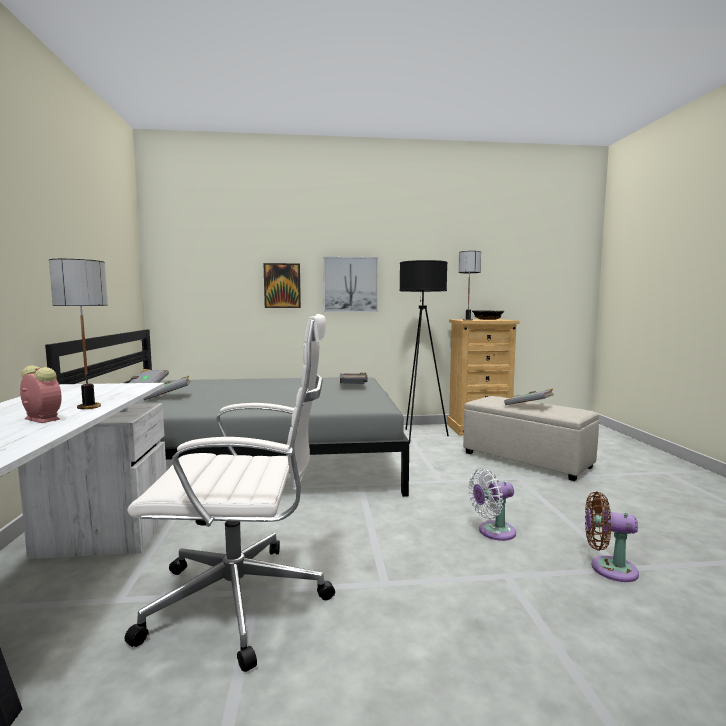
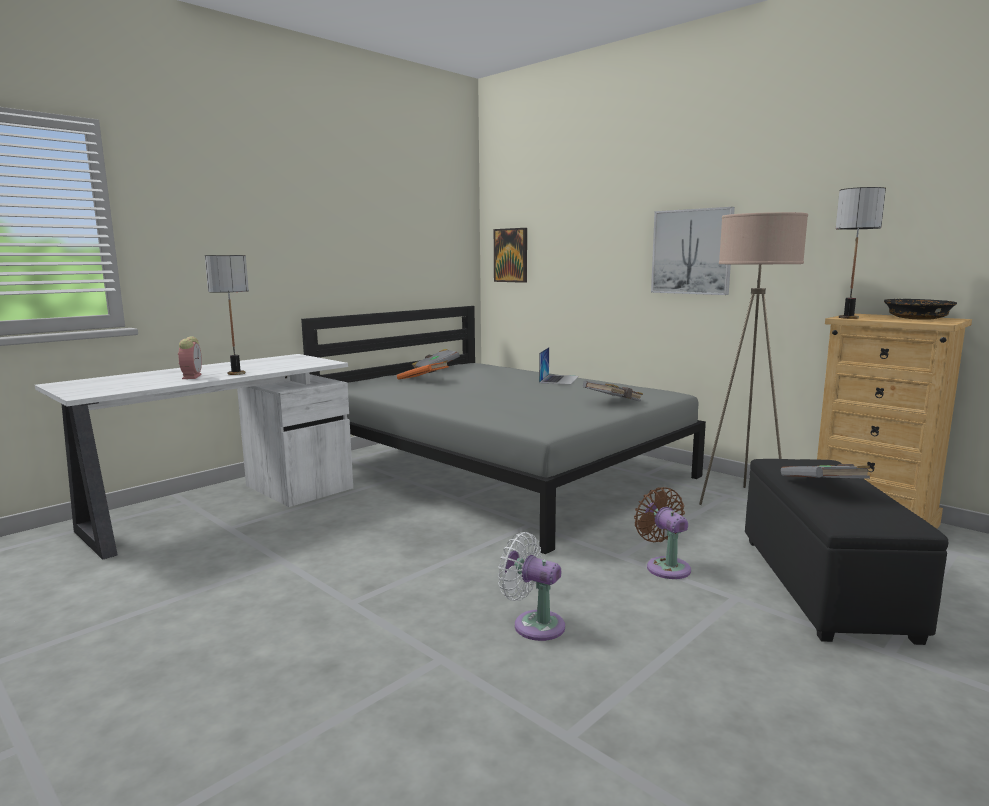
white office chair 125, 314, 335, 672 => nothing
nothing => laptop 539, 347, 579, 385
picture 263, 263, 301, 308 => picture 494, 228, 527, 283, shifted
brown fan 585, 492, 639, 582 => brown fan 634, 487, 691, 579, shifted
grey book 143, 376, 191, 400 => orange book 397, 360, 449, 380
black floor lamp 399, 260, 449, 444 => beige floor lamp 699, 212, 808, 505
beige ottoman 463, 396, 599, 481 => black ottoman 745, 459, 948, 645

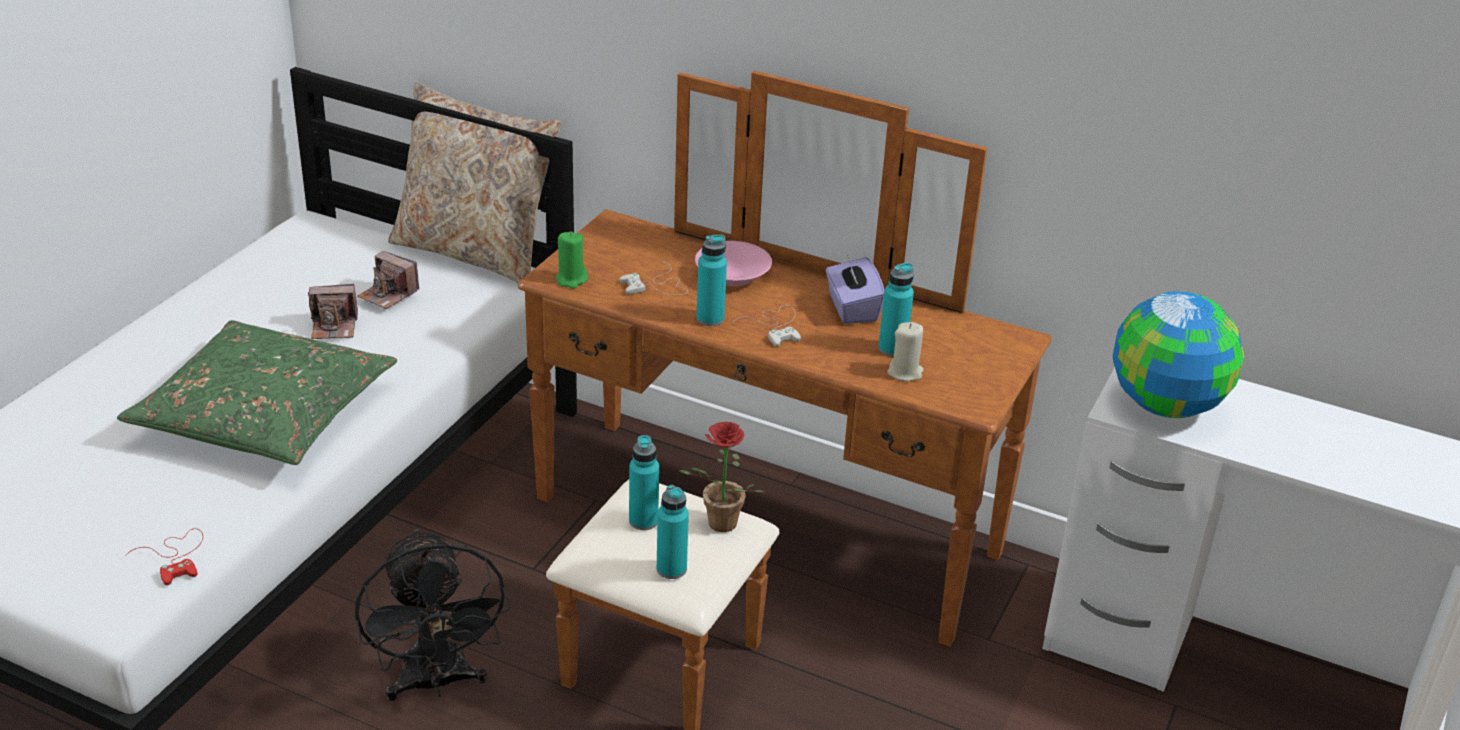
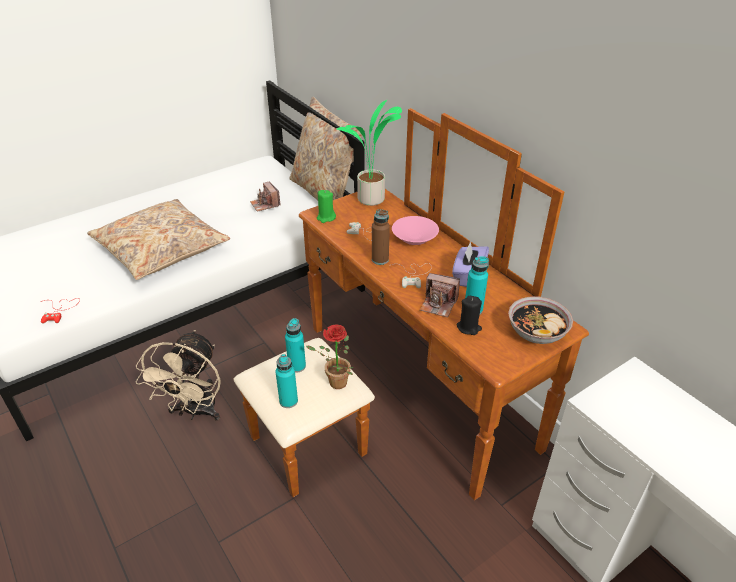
globe 1113, 291, 1244, 418 => nothing
nothing => potted plant 336, 100, 402, 206
nothing => bowl 508, 296, 573, 344
photo camera 308, 284, 358, 339 => photo camera 420, 273, 460, 317, shifted
green pillow 117, 320, 397, 465 => beige pillow 87, 199, 230, 280
black fan 355, 528, 510, 701 => beige fan 136, 330, 221, 421
turquoise bottle 696, 235, 727, 326 => brown bottle 372, 209, 390, 265
beige candle 887, 322, 924, 381 => black candle 457, 296, 482, 335

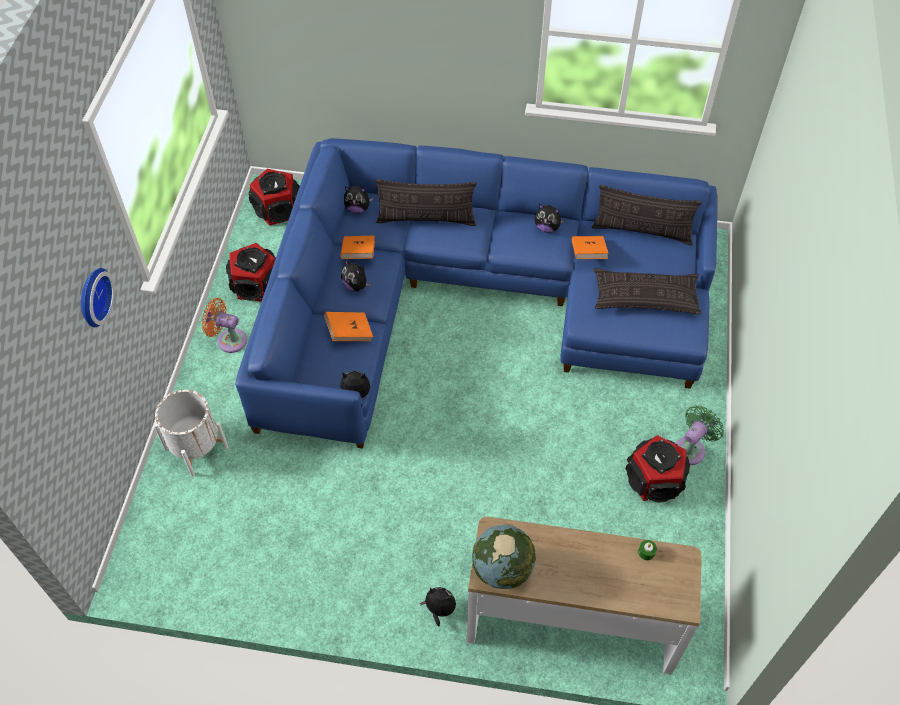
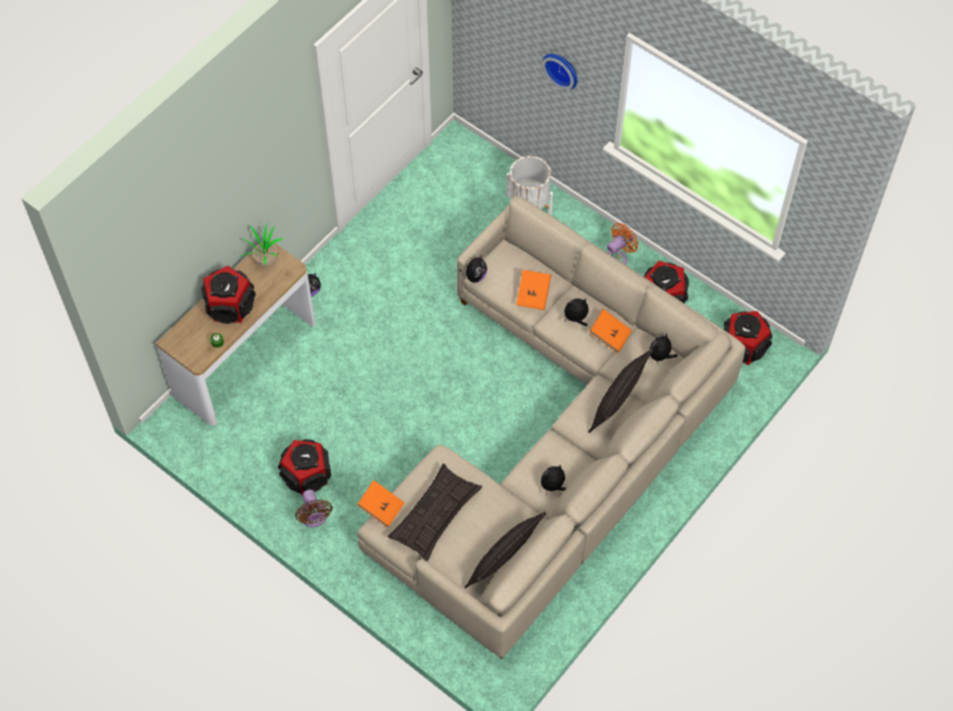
nothing => speaker 201, 266, 256, 324
orange book 571, 236, 608, 259 => orange book 357, 480, 404, 527, shifted
globe 472, 525, 536, 589 => potted plant 239, 224, 284, 267
blue sofa 235, 138, 717, 449 => beige sofa 358, 196, 746, 659
green fan 676, 406, 724, 465 => brown fan 295, 490, 333, 527

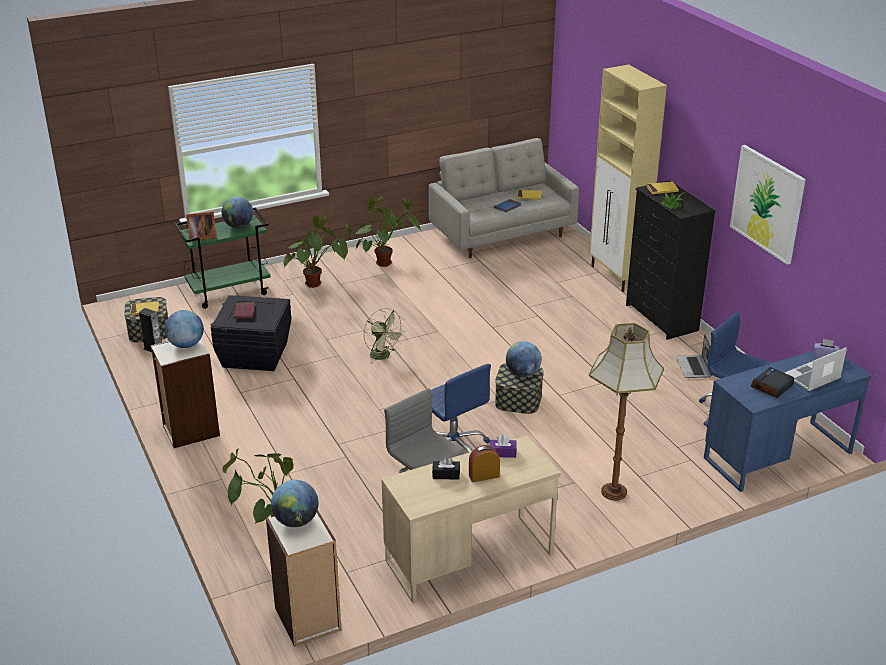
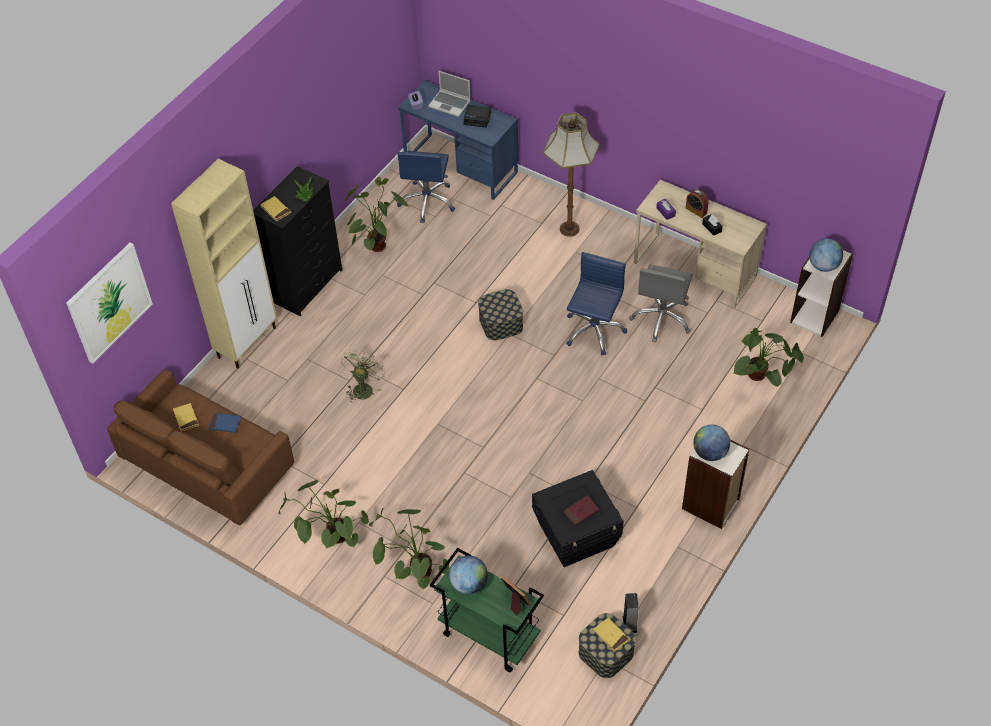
globe 506, 341, 541, 377 => nothing
green fan 364, 308, 405, 364 => green fan 341, 350, 386, 403, shifted
picture 730, 145, 806, 265 => picture 66, 243, 153, 364, shifted
laptop 676, 334, 712, 378 => potted plant 344, 177, 409, 252
grey sofa 429, 138, 579, 258 => brown sofa 107, 369, 294, 526

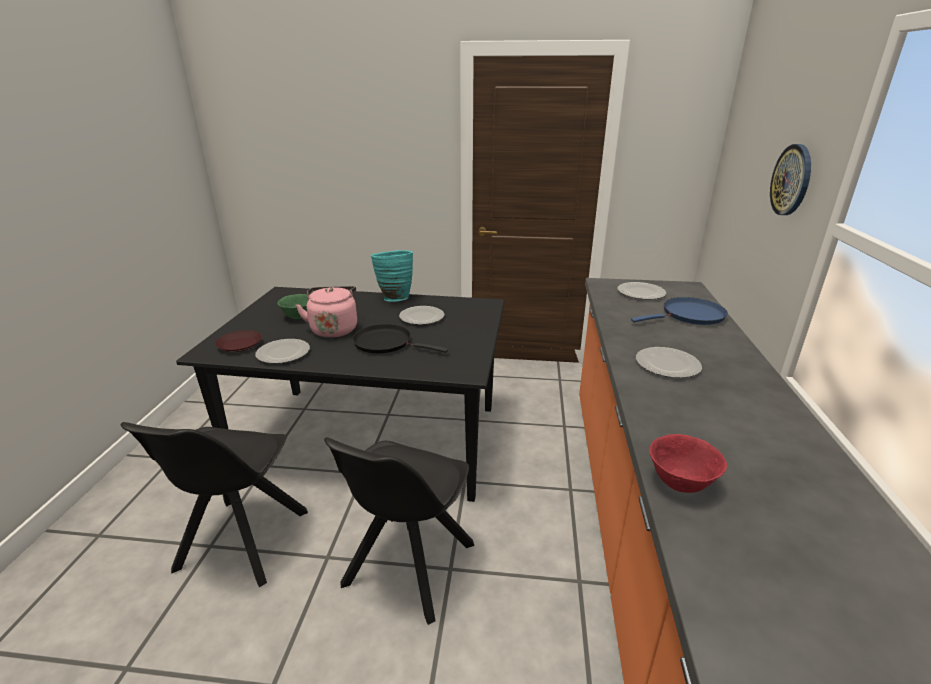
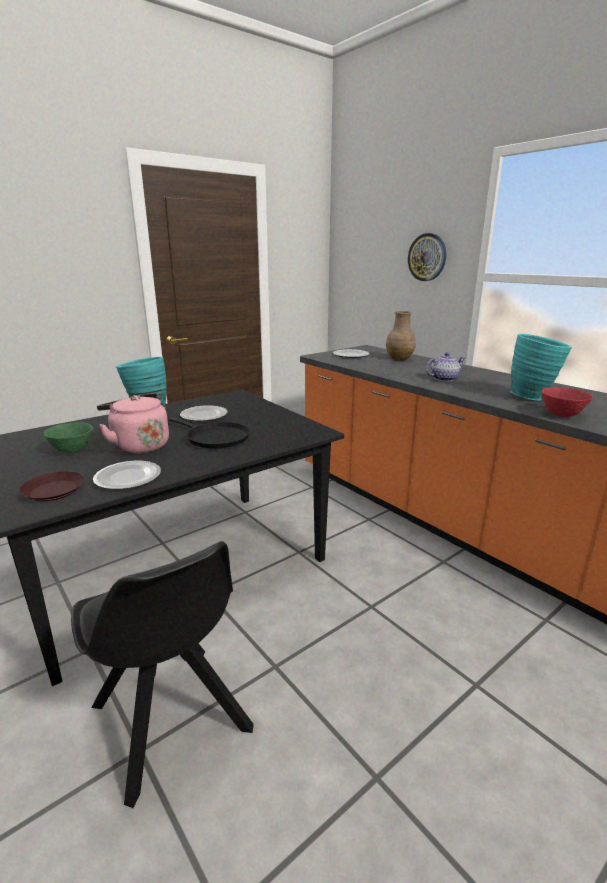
black chair 324, 437, 474, 625 => nothing
nothing => turquoise vase 510, 334, 572, 401
blue frying pan 631, 297, 728, 325 => brown vase 386, 311, 416, 360
plate 636, 347, 702, 378 => teapot 426, 352, 465, 382
black frying pan 353, 324, 448, 353 => black frying pan 168, 417, 250, 449, 120 degrees counterclockwise

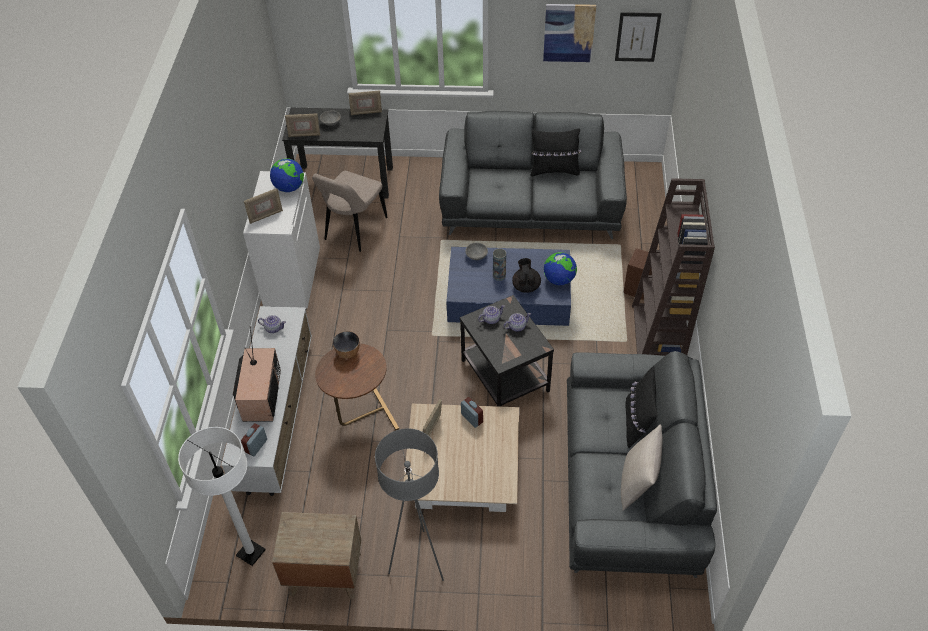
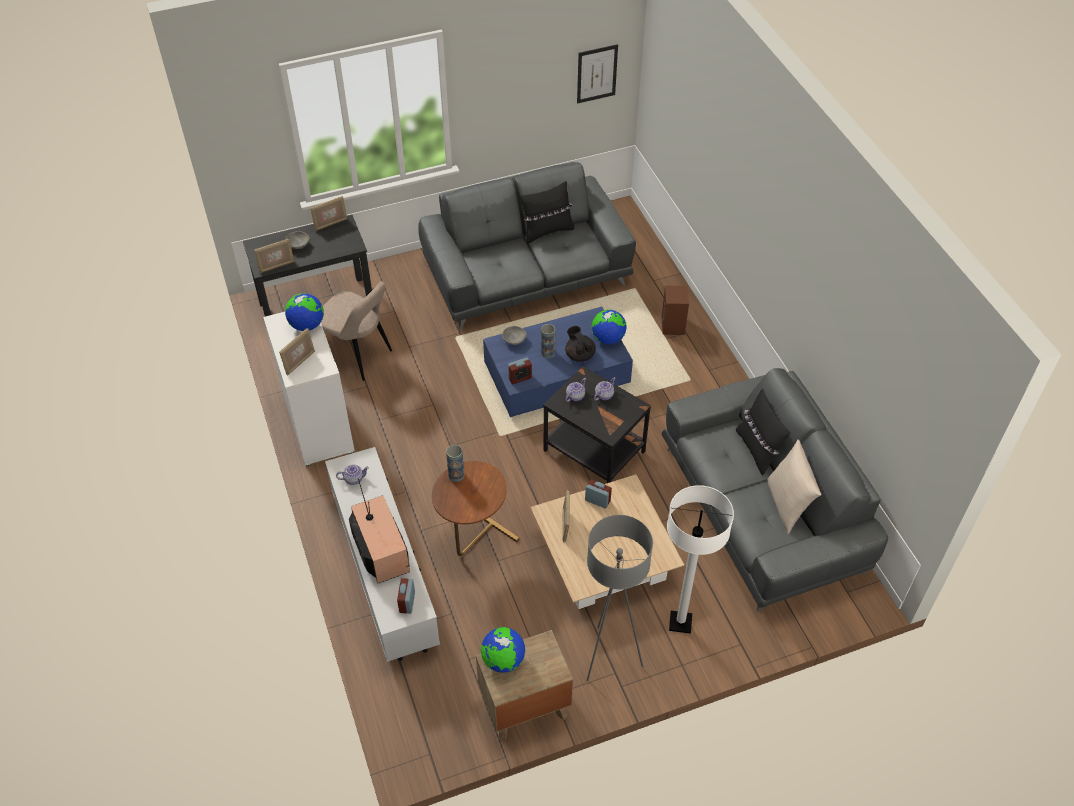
picture 543, 4, 596, 62 => nothing
brown bookcase 632, 178, 715, 356 => nothing
nothing => globe 481, 627, 525, 673
nothing => alarm clock 508, 357, 532, 384
white floor lamp 178, 427, 266, 566 => white floor lamp 667, 485, 734, 634, shifted
bowl 333, 331, 360, 359 => vase 446, 445, 464, 482
beige chair 312, 171, 388, 252 => beige chair 321, 281, 392, 381, 60 degrees counterclockwise

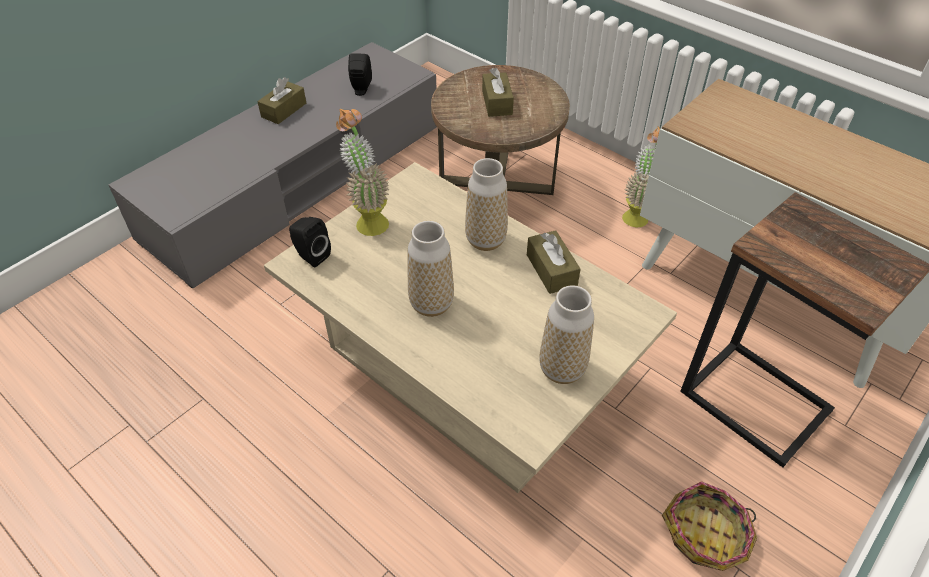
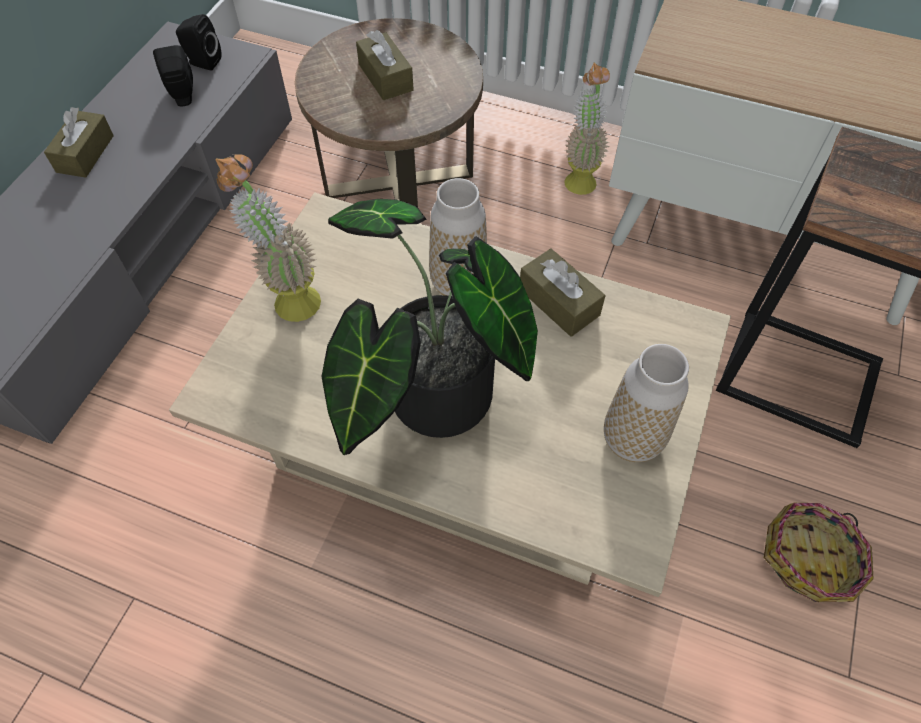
black speaker 289, 217, 331, 268 => black speaker 176, 14, 221, 71, shifted
vase 407, 221, 454, 317 => potted plant 322, 199, 538, 455

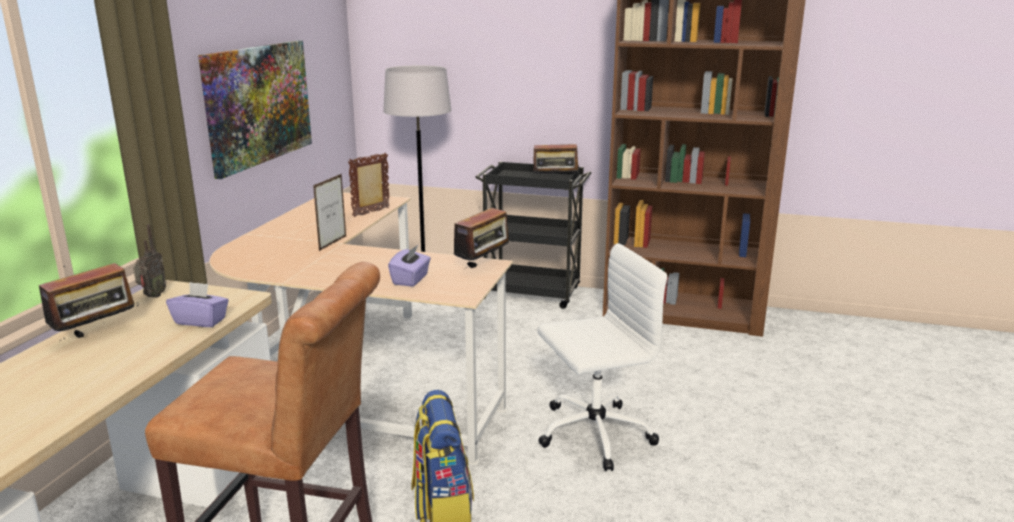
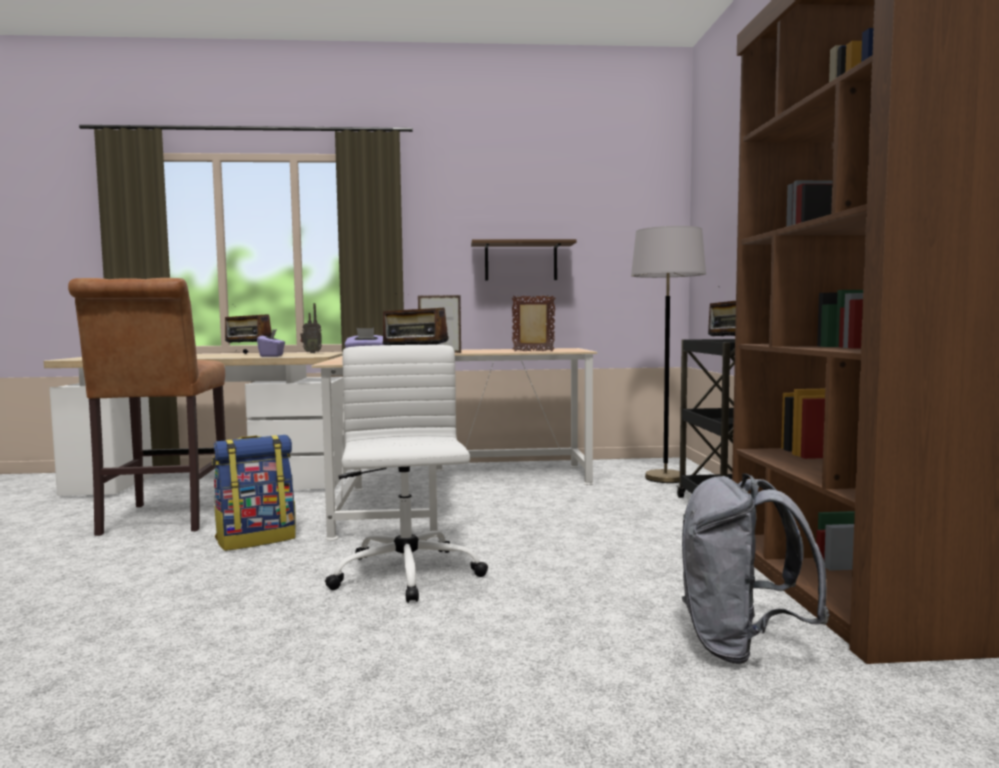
nothing => grey backpack 682, 473, 829, 664
picture 198, 41, 312, 179 => brown shelf 471, 239, 576, 281
white office chair 538, 243, 667, 471 => white office chair 325, 345, 488, 603, 150 degrees counterclockwise

